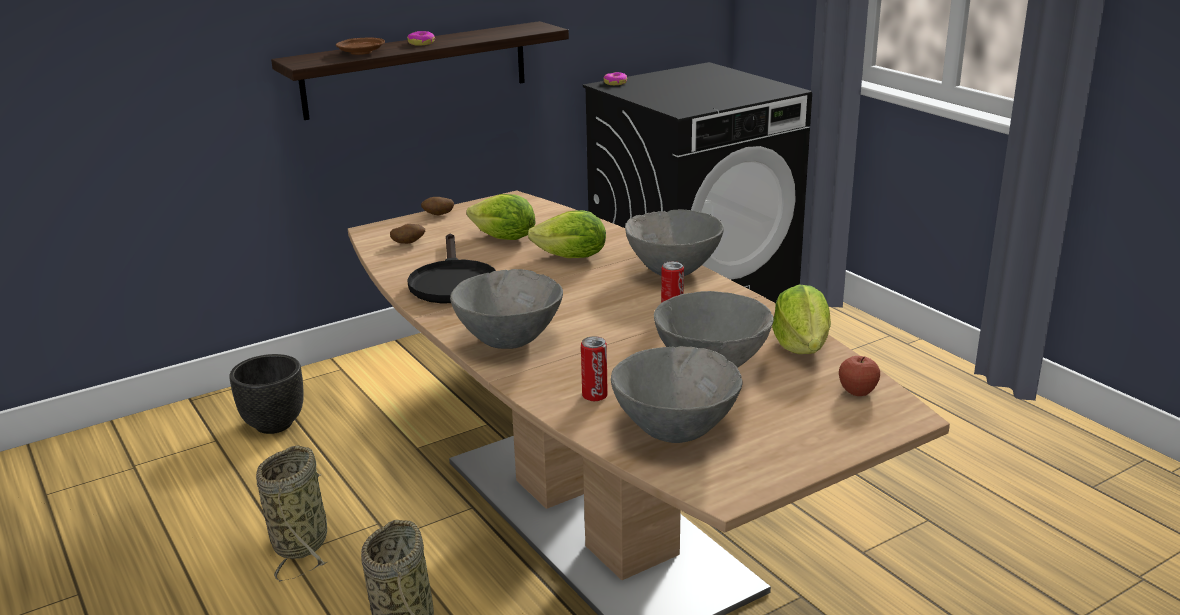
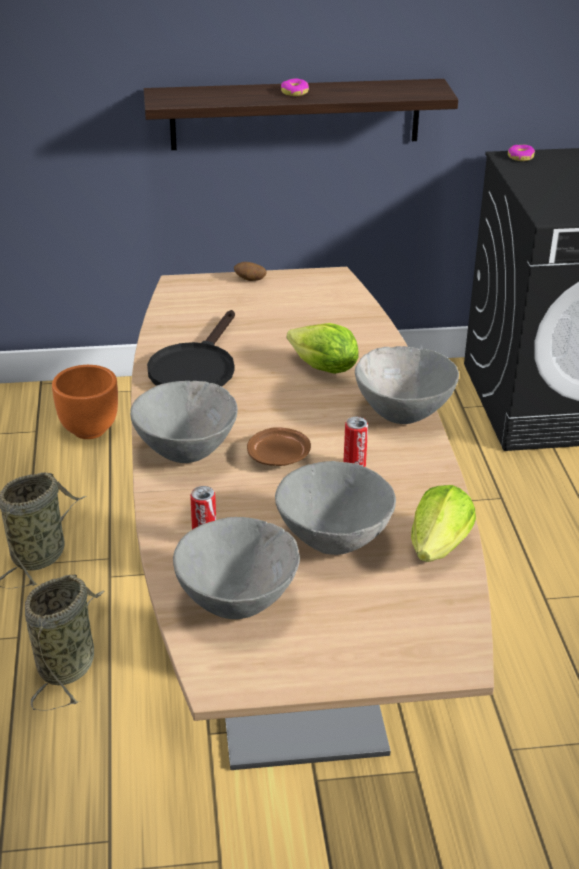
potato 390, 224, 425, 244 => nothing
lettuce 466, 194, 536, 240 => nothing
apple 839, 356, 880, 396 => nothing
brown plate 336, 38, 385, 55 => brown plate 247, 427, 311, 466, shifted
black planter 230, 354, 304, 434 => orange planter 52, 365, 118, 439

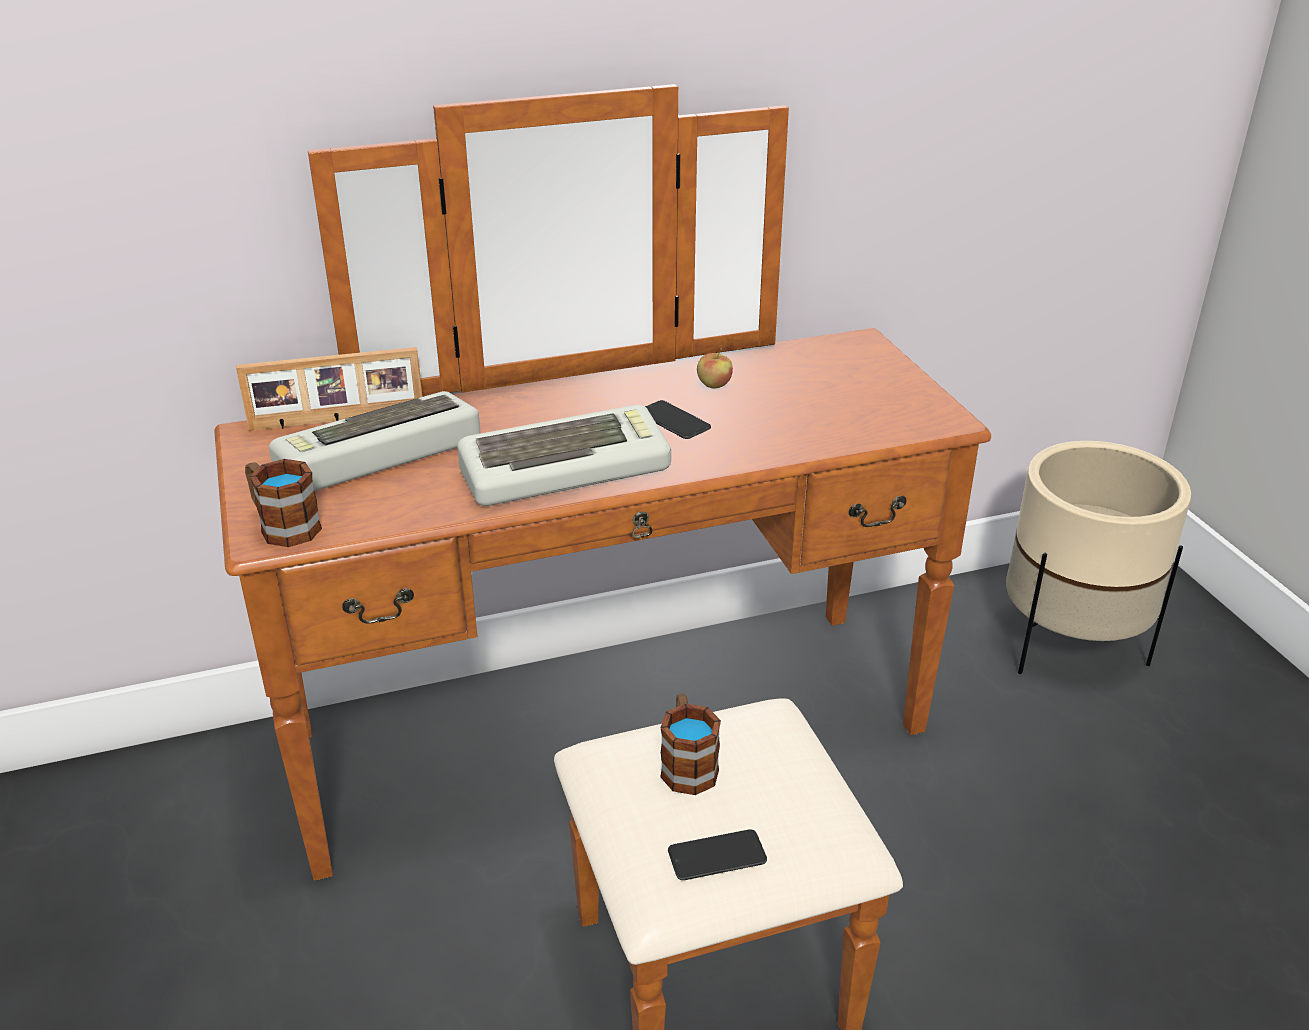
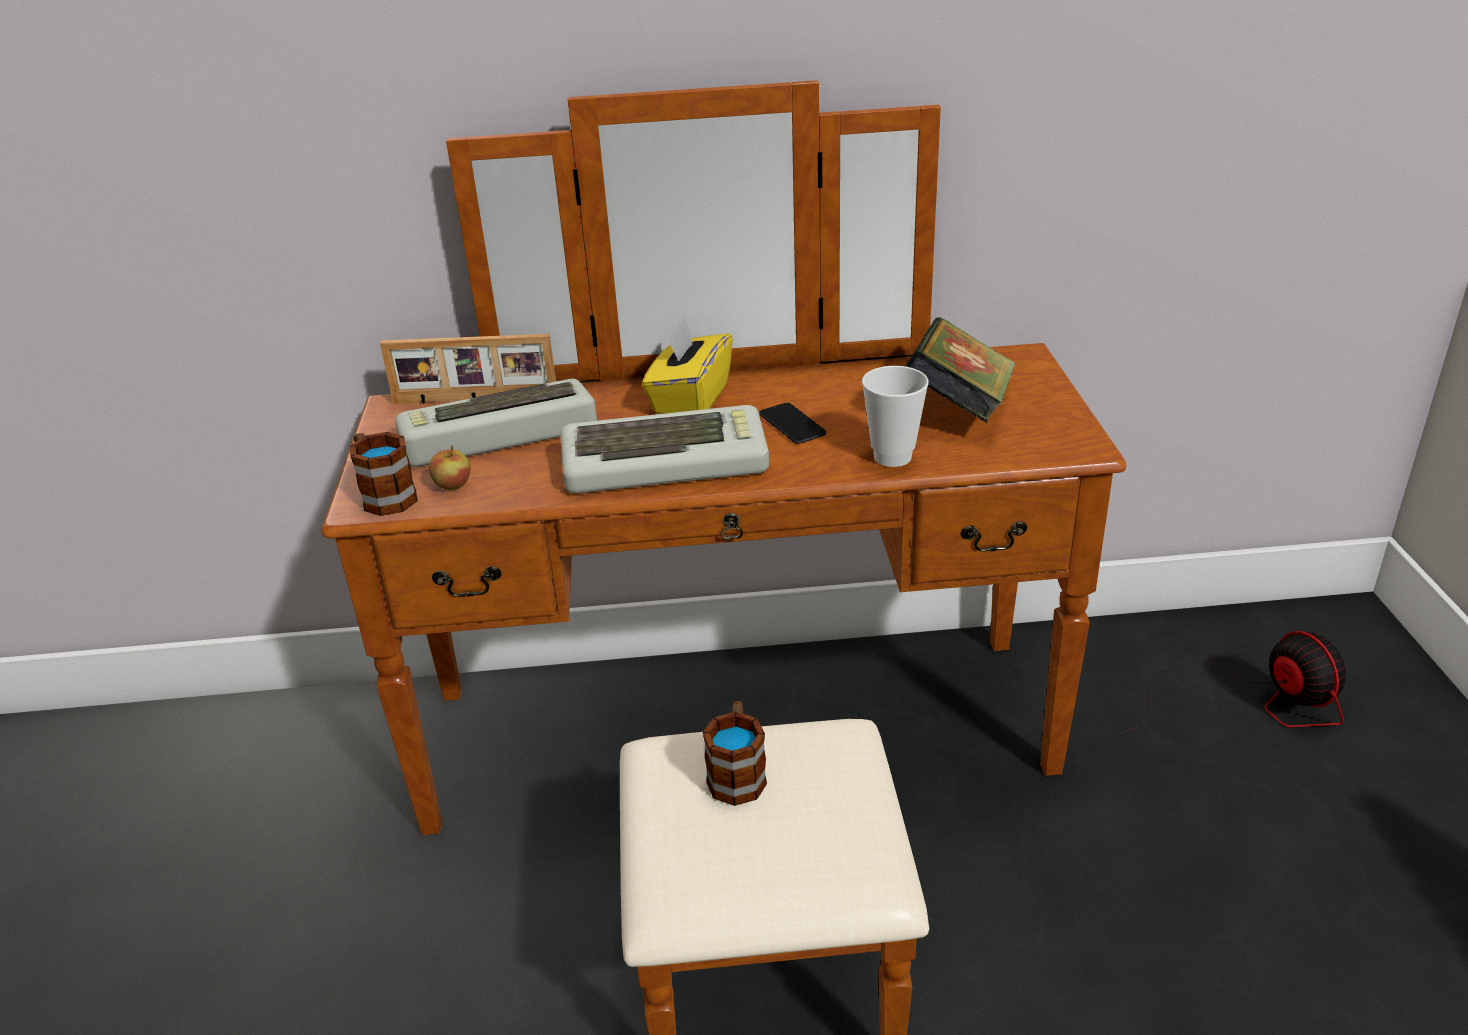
phone 668, 829, 767, 880 => nothing
nothing => yellow tissue box 642, 318, 733, 414
nothing => cup 862, 366, 929, 467
nothing => book 905, 317, 1015, 423
apple 697, 348, 733, 388 => apple 429, 445, 470, 490, shifted
beige planter 1006, 441, 1191, 674 => fan 1120, 631, 1346, 733

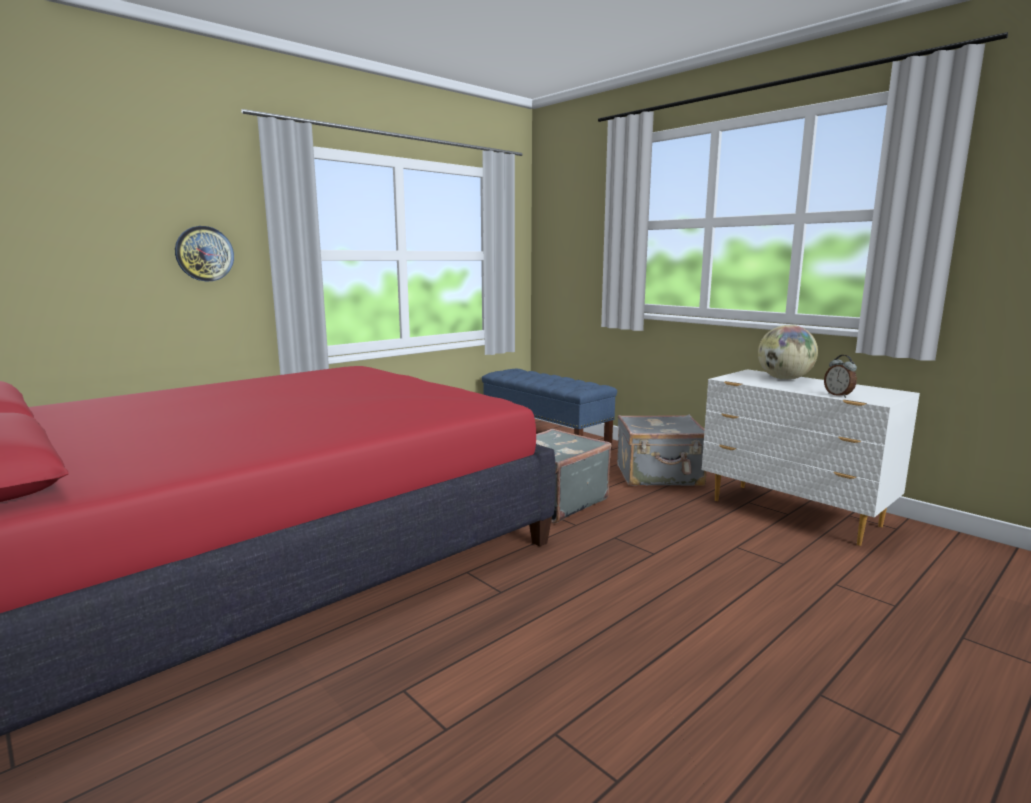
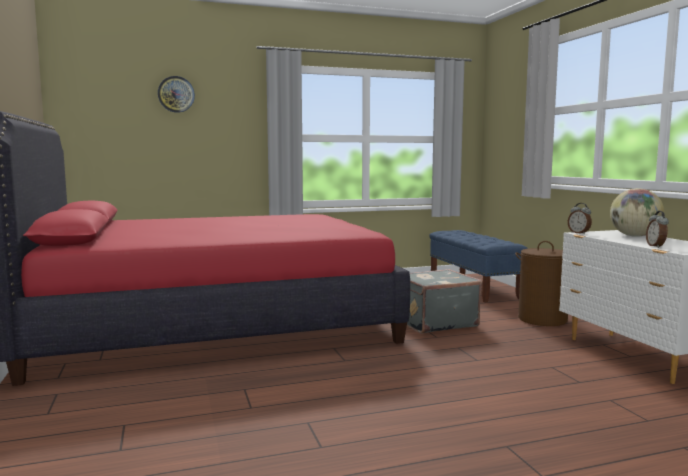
nothing => alarm clock 568, 203, 592, 234
wall clock 175, 226, 234, 281 => wall clock 158, 76, 195, 113, shifted
grey suitcase 617, 415, 707, 486 => brown laundry basket 515, 241, 568, 326

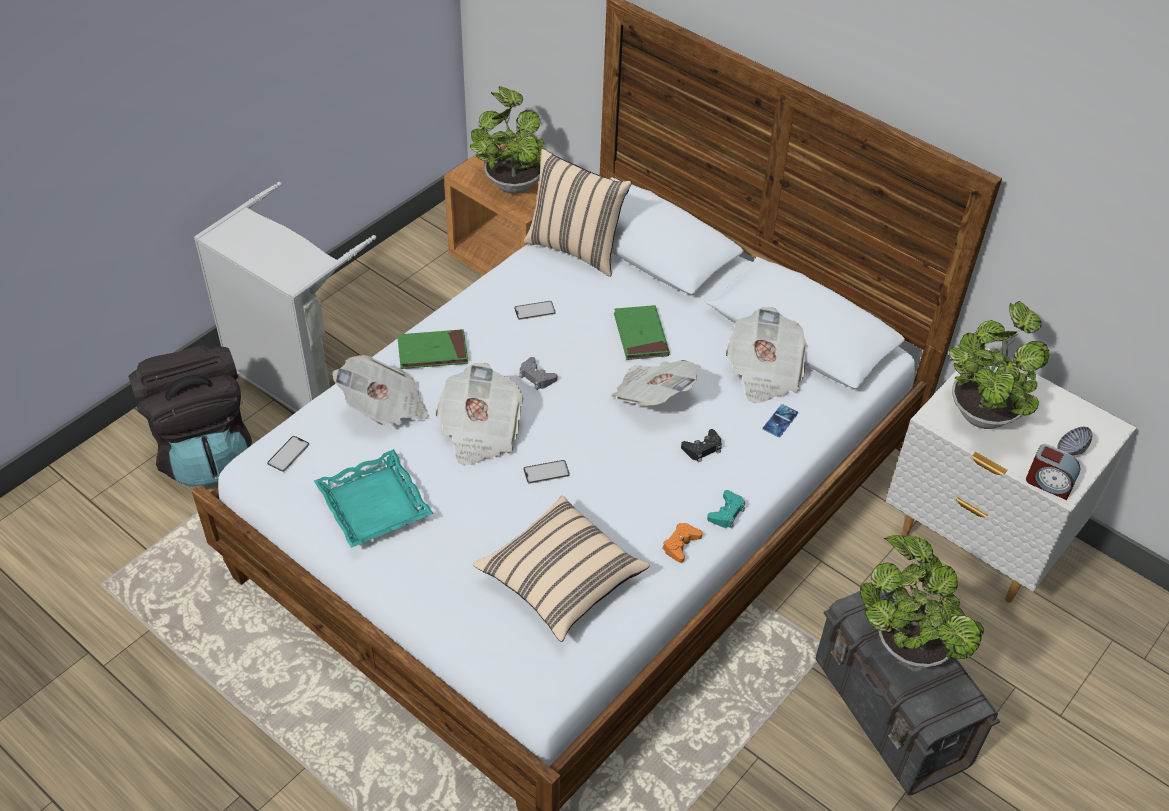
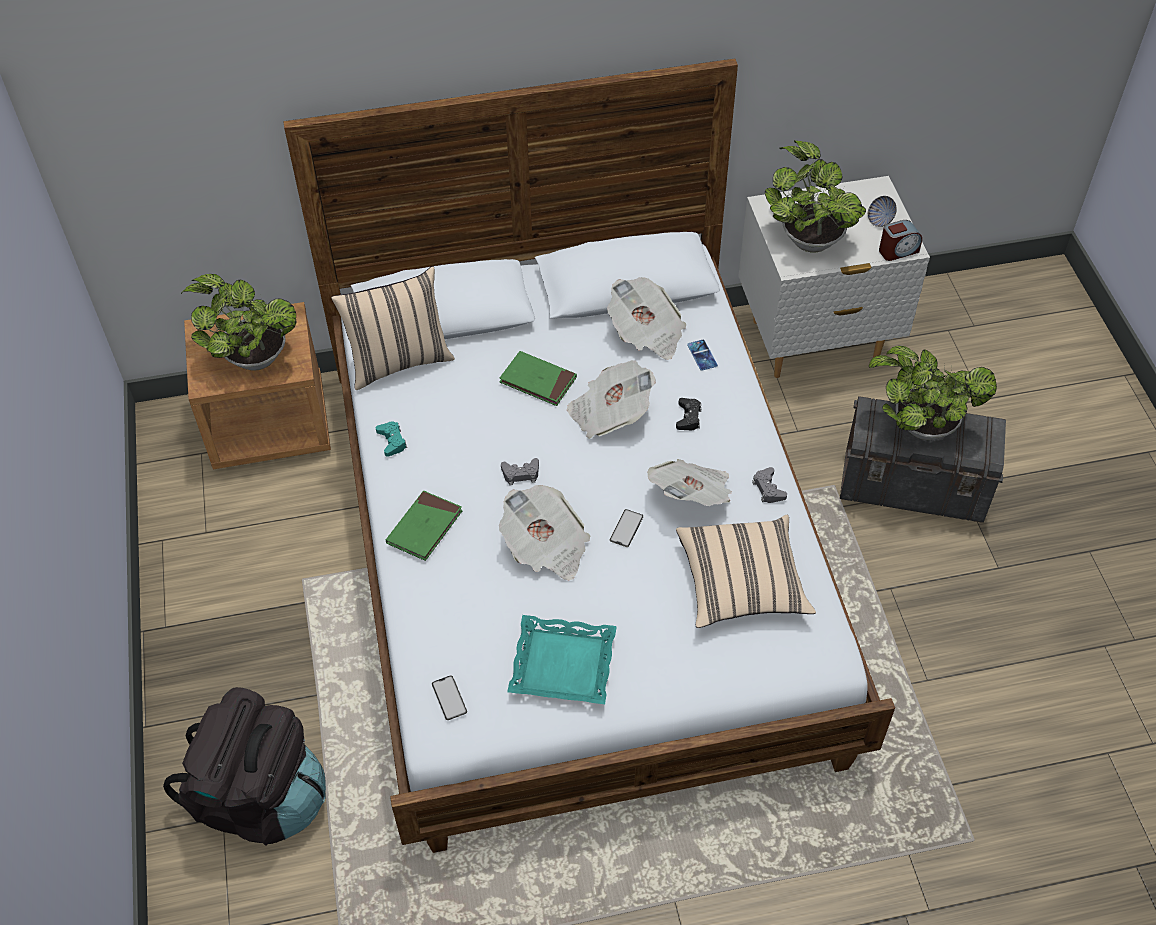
grey laundry basket 194, 182, 376, 413 => nothing
phone 514, 301, 556, 320 => nothing
newspaper 333, 355, 429, 425 => newspaper 647, 459, 732, 506, shifted
turquoise game controller 707, 490, 745, 528 => turquoise game controller 376, 422, 407, 457, shifted
orange game controller 662, 523, 702, 563 => grey game controller 752, 467, 787, 503

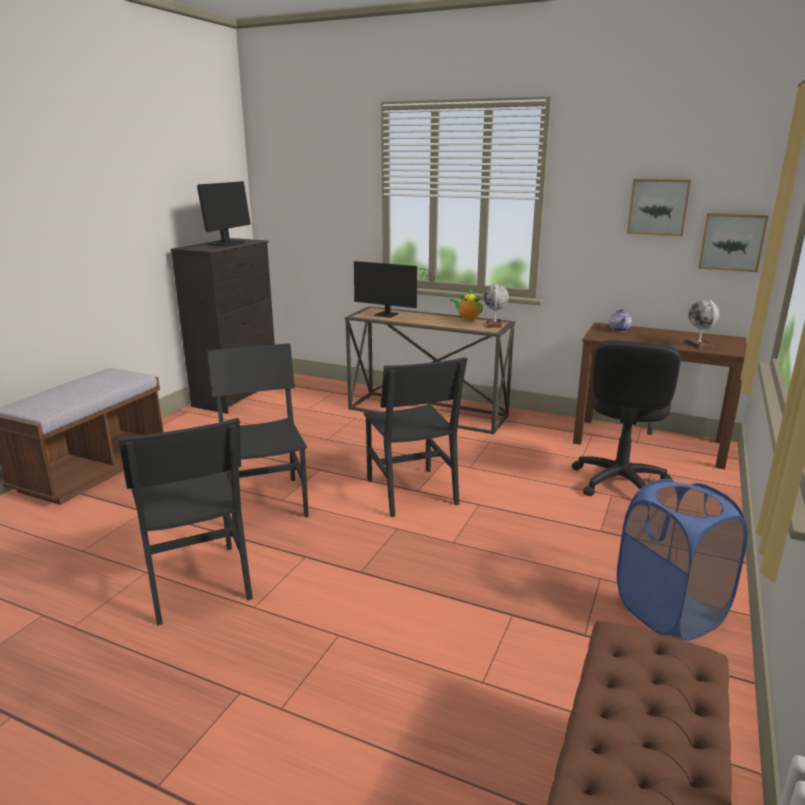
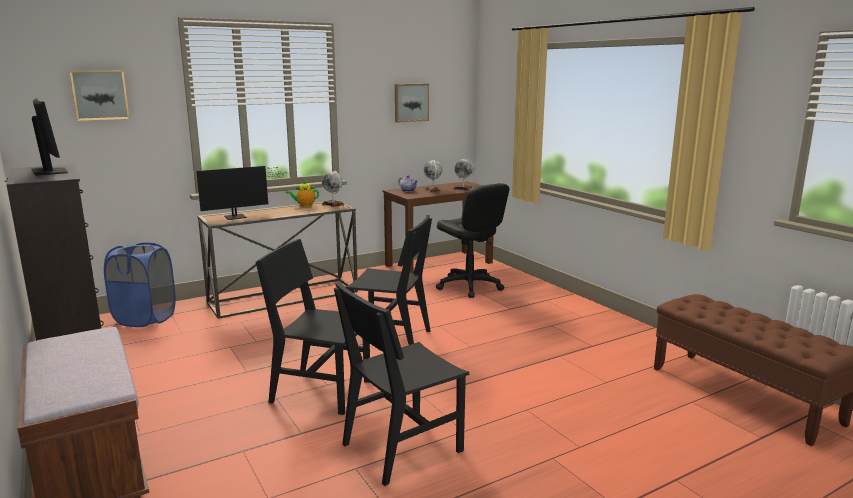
nothing => globe 424, 160, 442, 192
blue laundry basket 617, 479, 748, 641 => blue laundry basket 104, 243, 176, 327, shifted
picture 698, 213, 768, 272 => picture 70, 71, 130, 121, shifted
black chair 119, 418, 253, 626 => black chair 334, 282, 469, 486, 135 degrees clockwise

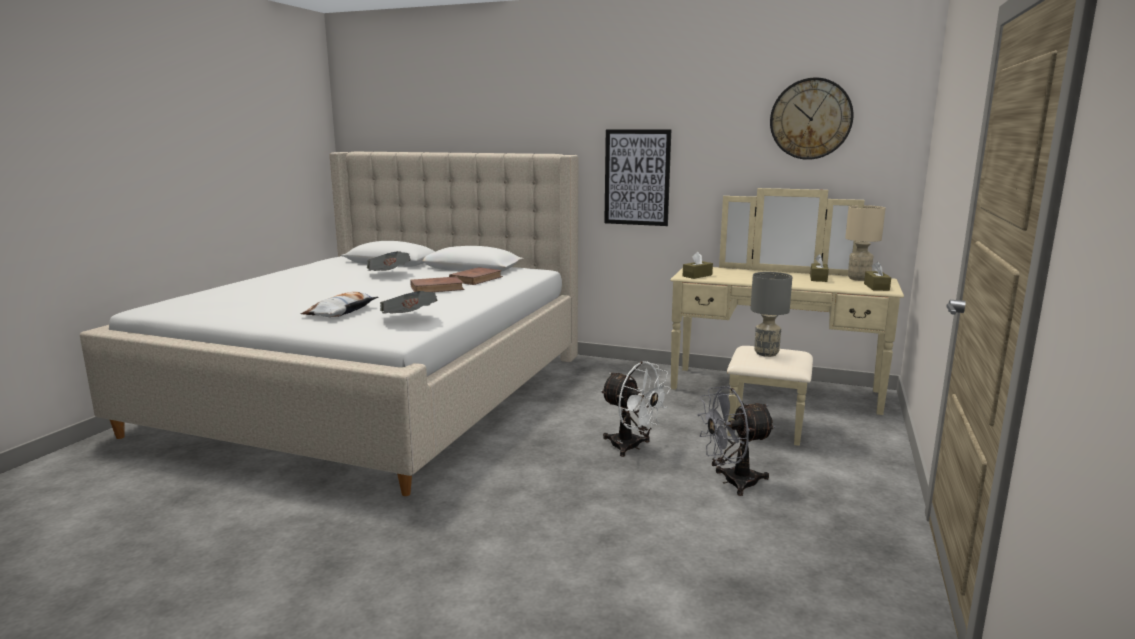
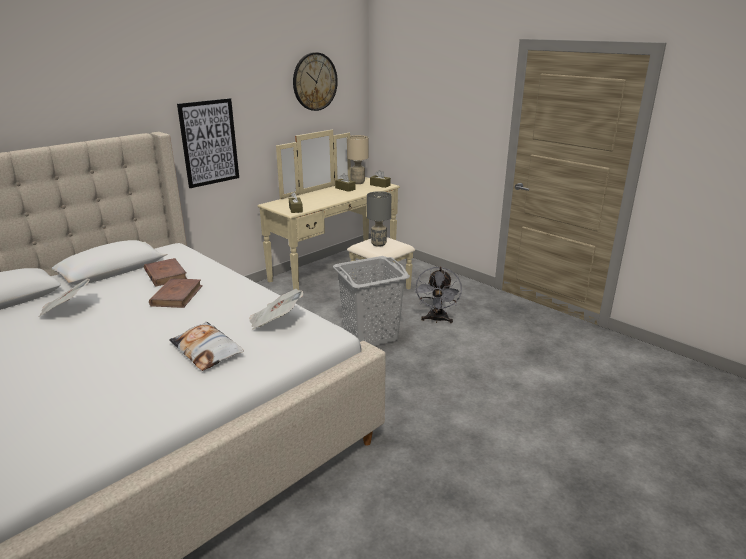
white fan 600, 361, 671, 457 => grey laundry basket 333, 256, 410, 346

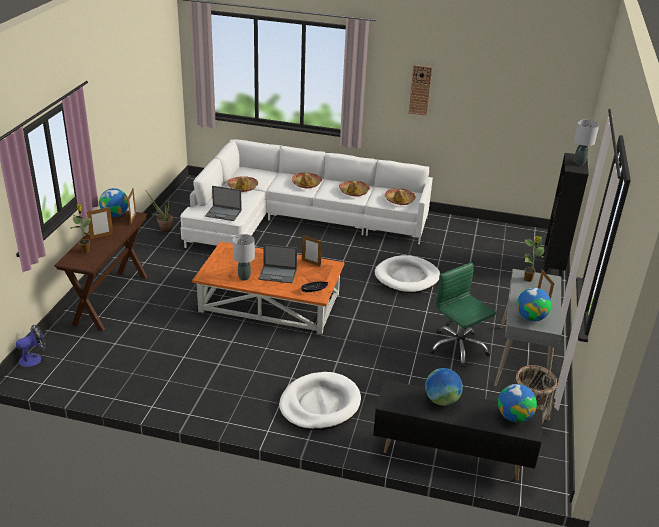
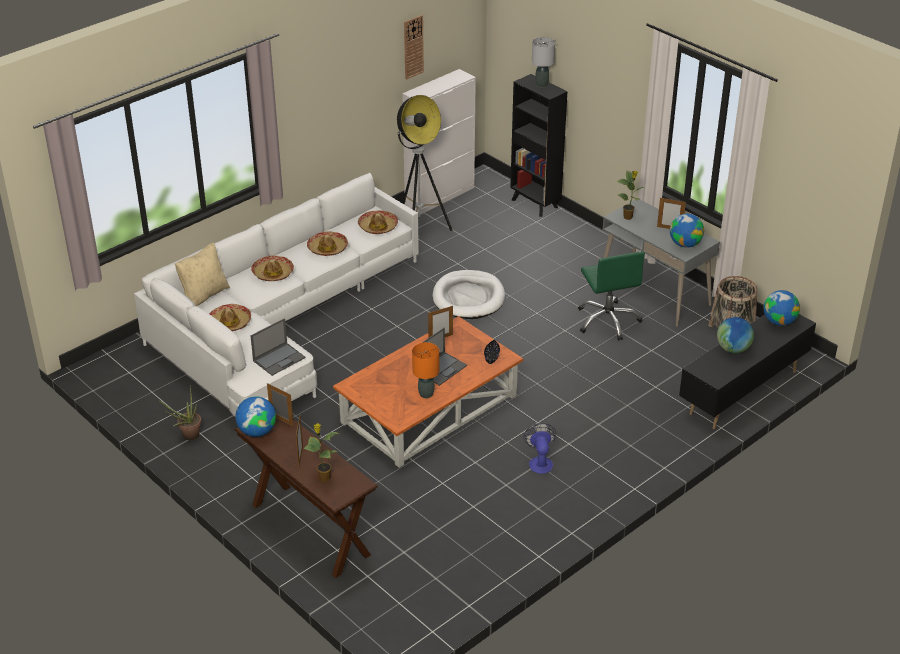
white dog bed 279, 372, 361, 430 => nothing
nothing => beige pillow 175, 243, 230, 306
nothing => floor lamp 397, 95, 452, 231
nothing => white cabinet 402, 69, 476, 215
fan 16, 325, 46, 367 => fan 523, 423, 556, 474, shifted
wall clock 409, 65, 432, 116 => wall clock 404, 15, 424, 80, shifted
grey table lamp 233, 234, 255, 280 => orange table lamp 412, 342, 439, 398
green office chair 429, 262, 496, 368 => green office chair 578, 252, 645, 341, 105 degrees counterclockwise

